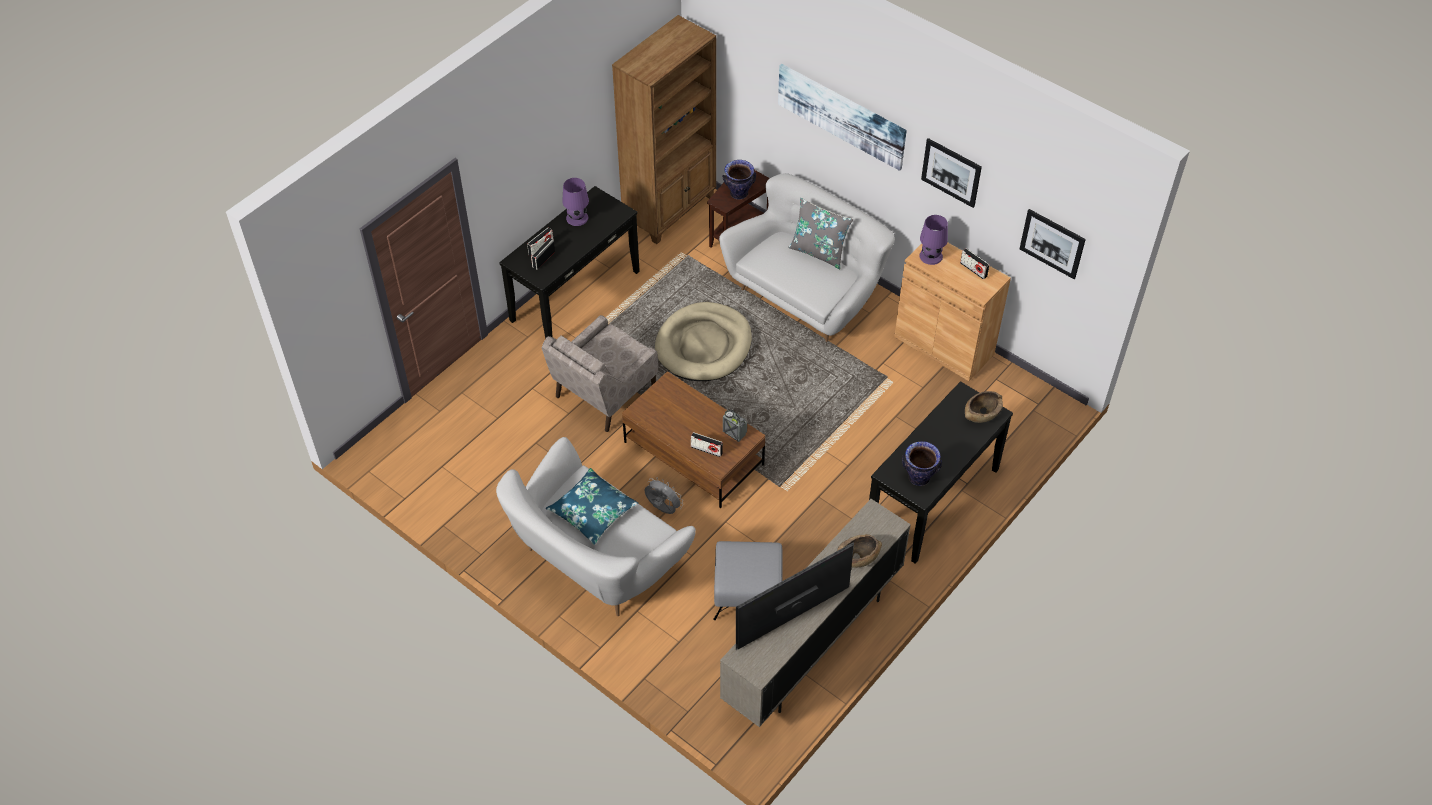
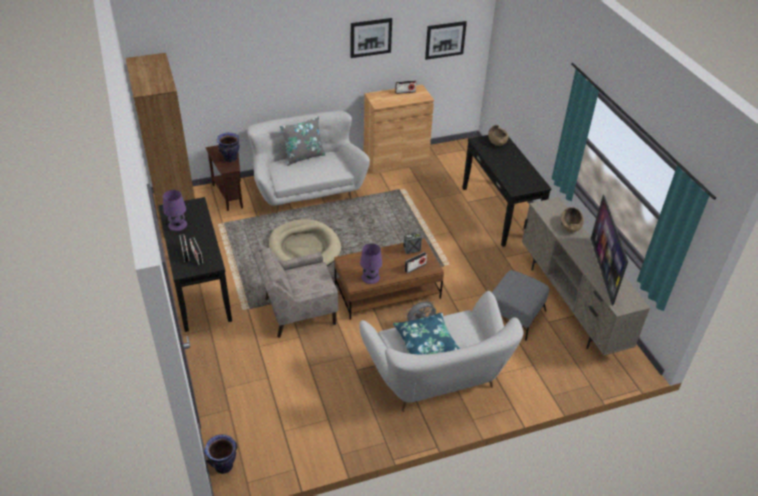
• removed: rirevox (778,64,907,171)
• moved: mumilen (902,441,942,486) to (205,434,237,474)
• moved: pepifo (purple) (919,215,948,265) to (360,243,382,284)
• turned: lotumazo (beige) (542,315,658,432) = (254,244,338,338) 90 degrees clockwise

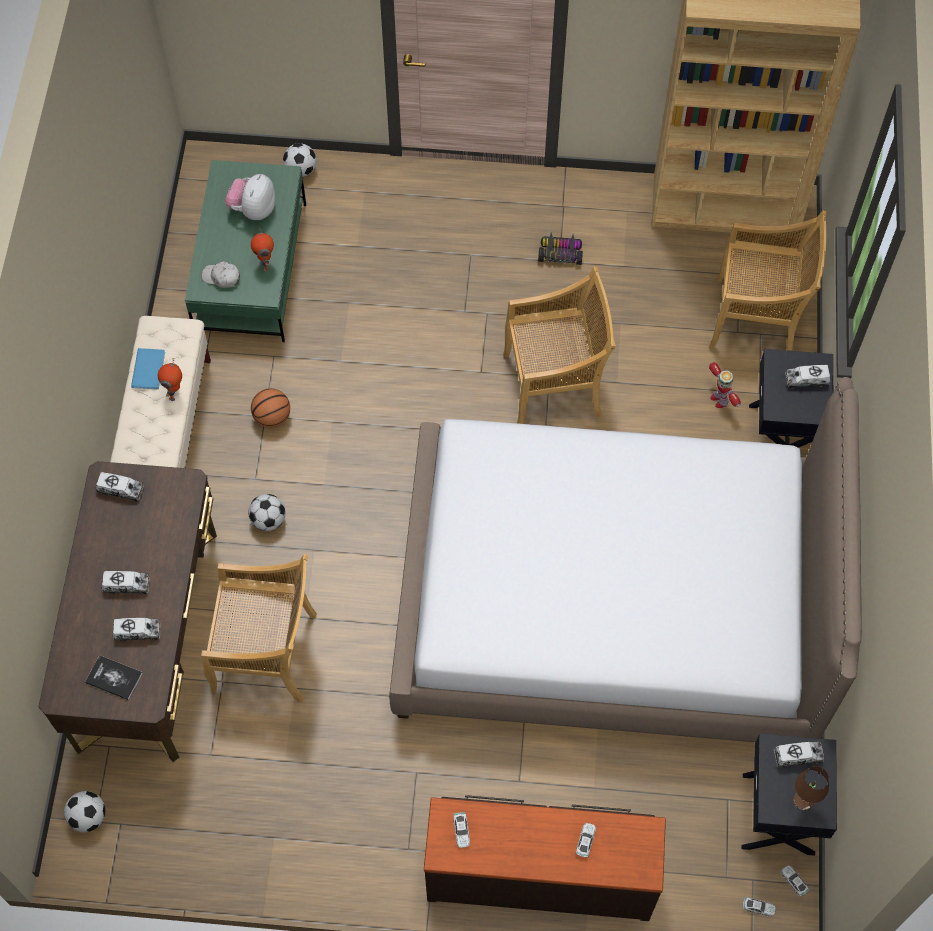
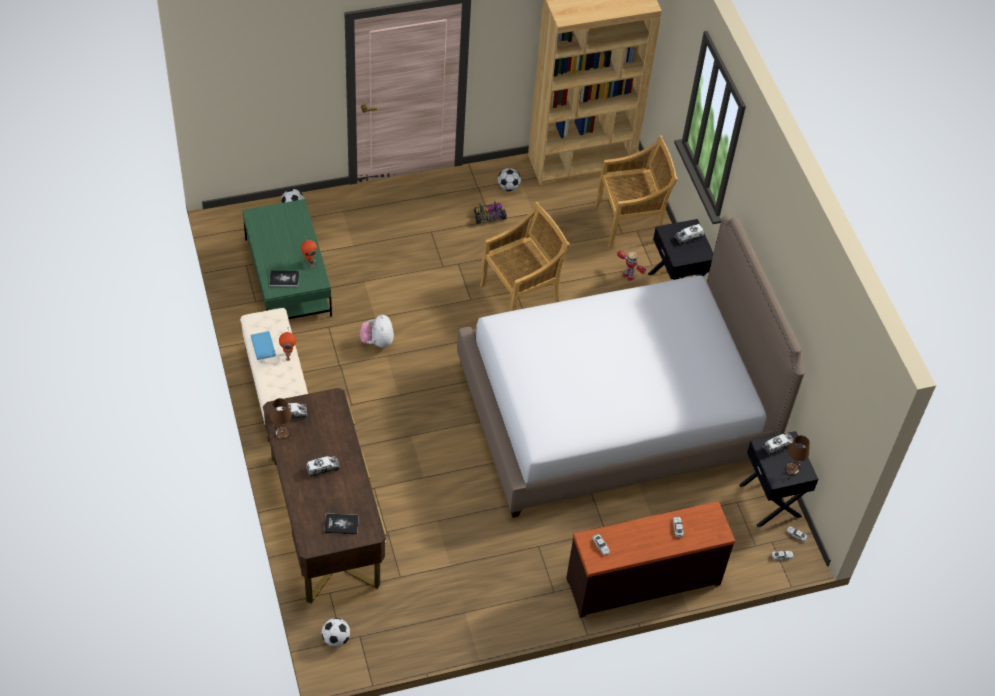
• removed: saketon (113,618,161,641)
• removed: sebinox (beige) (201,554,317,703)
• removed: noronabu (251,388,290,428)
• added: pepifo (brown) (270,398,292,439)
• moved: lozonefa (225,174,275,220) to (360,315,394,347)
• moved: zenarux (248,494,286,531) to (498,168,521,191)
• replaced: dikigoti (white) (202,261,240,288) to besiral (269,271,299,287)

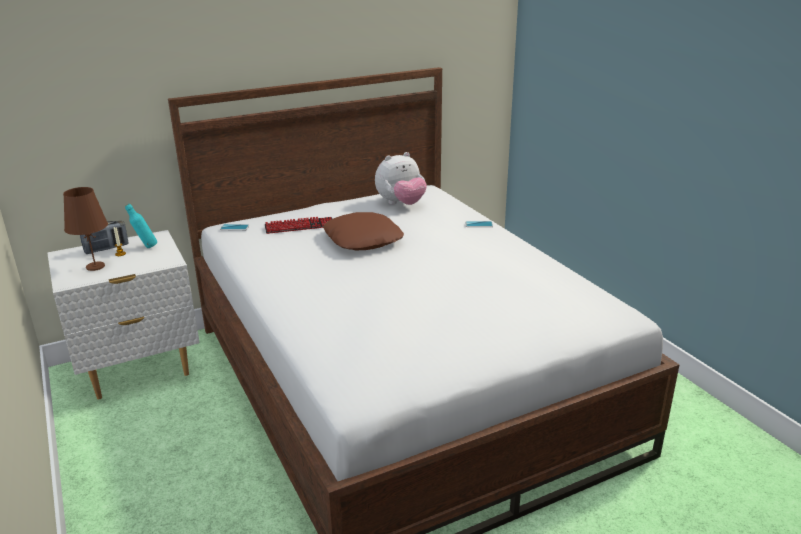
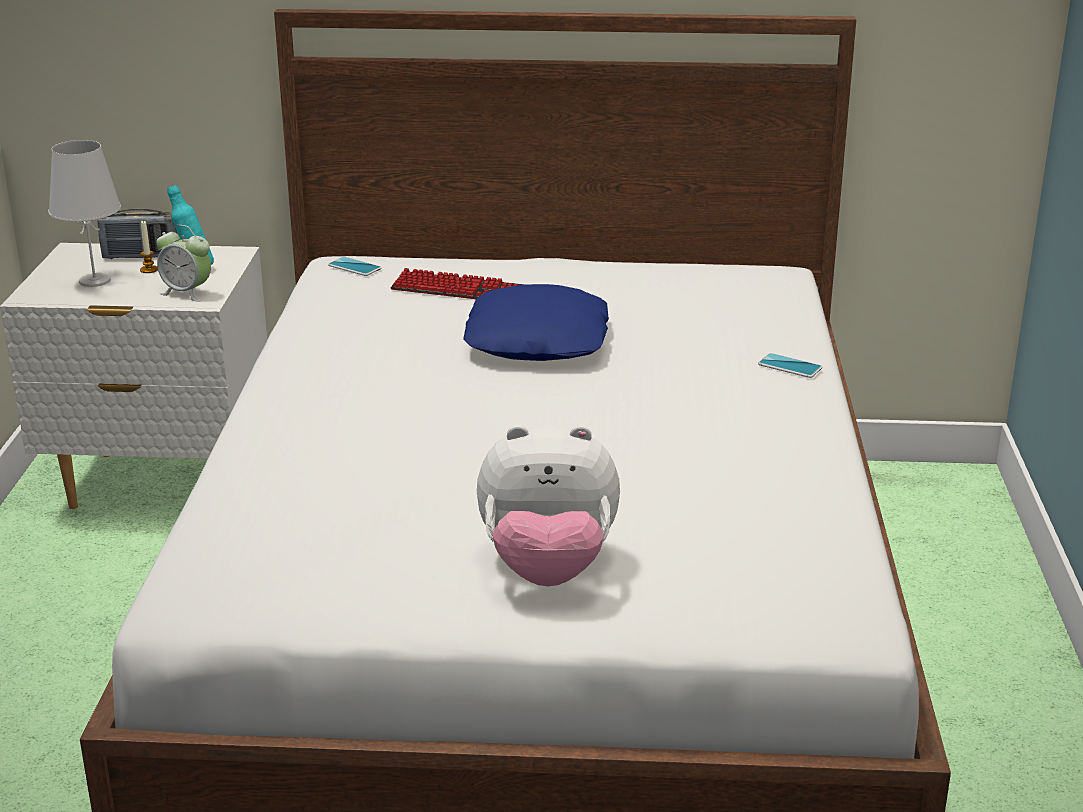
• added: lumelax (157,225,211,302)
• moved: lozonefa (375,152,427,205) to (477,425,620,586)
• recoloured: pepifo (brown) (63,187,108,271) to pepifo (white) (48,140,121,287)
• recoloured: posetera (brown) (323,212,404,250) to posetera (blue) (463,284,609,361)

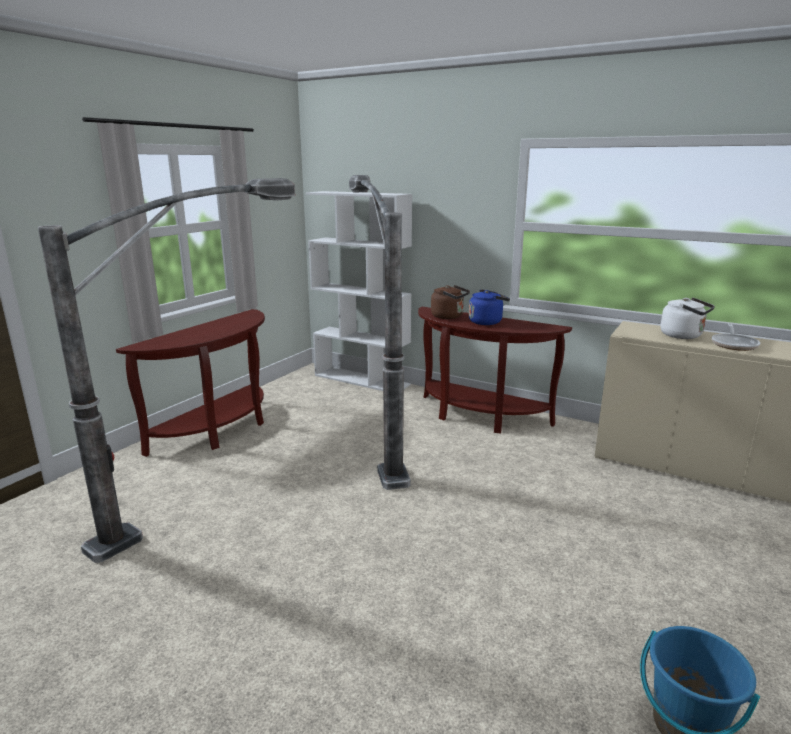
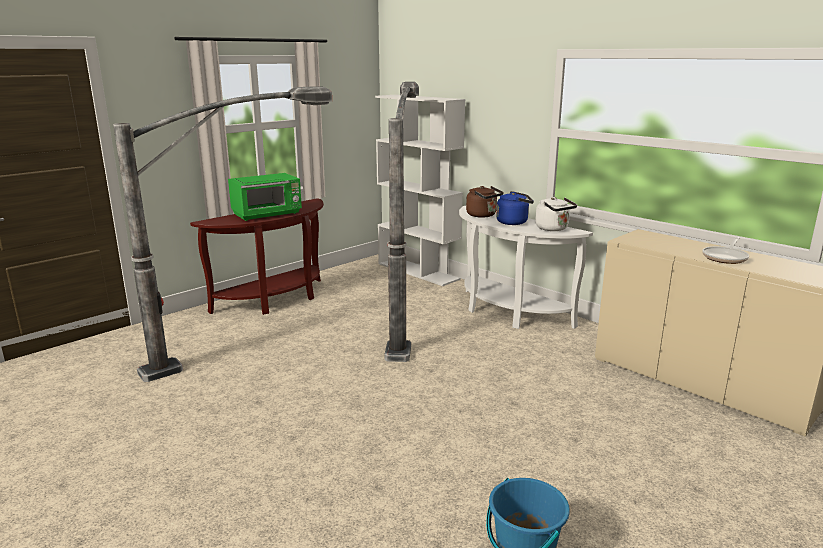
• added: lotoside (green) (228,173,302,221)
• moved: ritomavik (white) (660,298,715,339) to (535,197,577,231)
• recoloured: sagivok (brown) (418,307,572,433) to sagivok (white) (459,206,593,329)

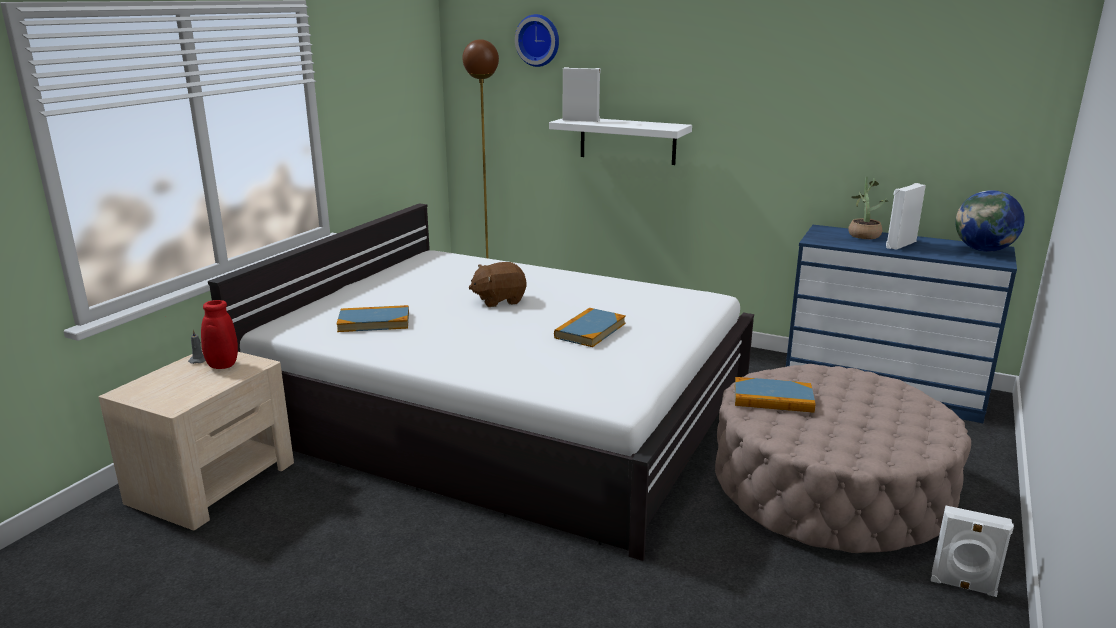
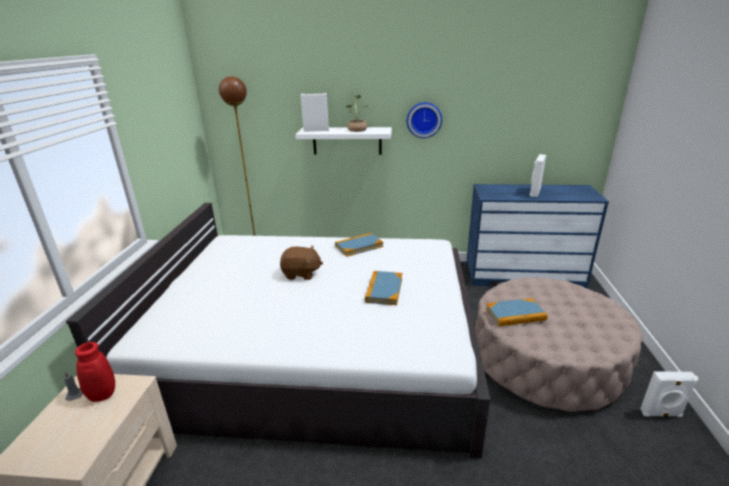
• removed: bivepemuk (955,190,1025,252)
• moved: besiral (337,305,409,332) to (335,233,383,257)
• moved: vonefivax (515,14,559,67) to (407,102,442,138)
• moved: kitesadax (848,177,889,239) to (346,92,368,132)
• turned: lozonefa (brown) (469,262,526,307) = (280,246,323,280) 135 degrees counterclockwise

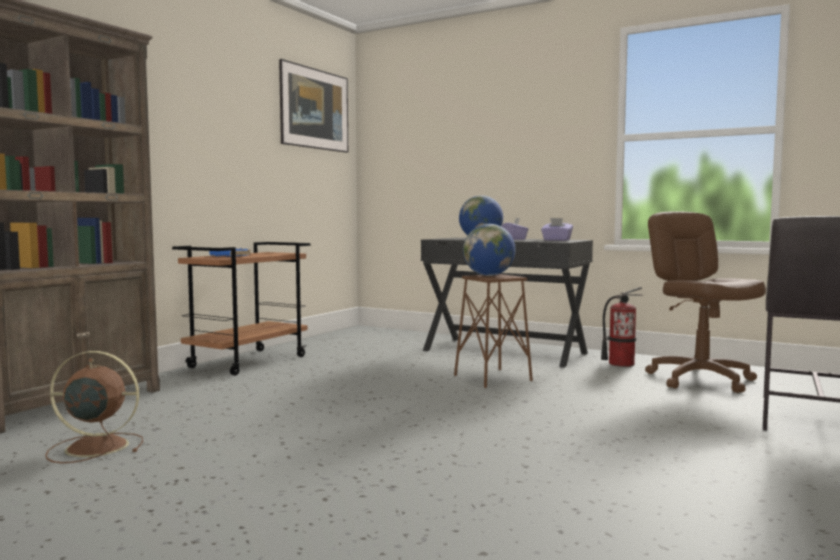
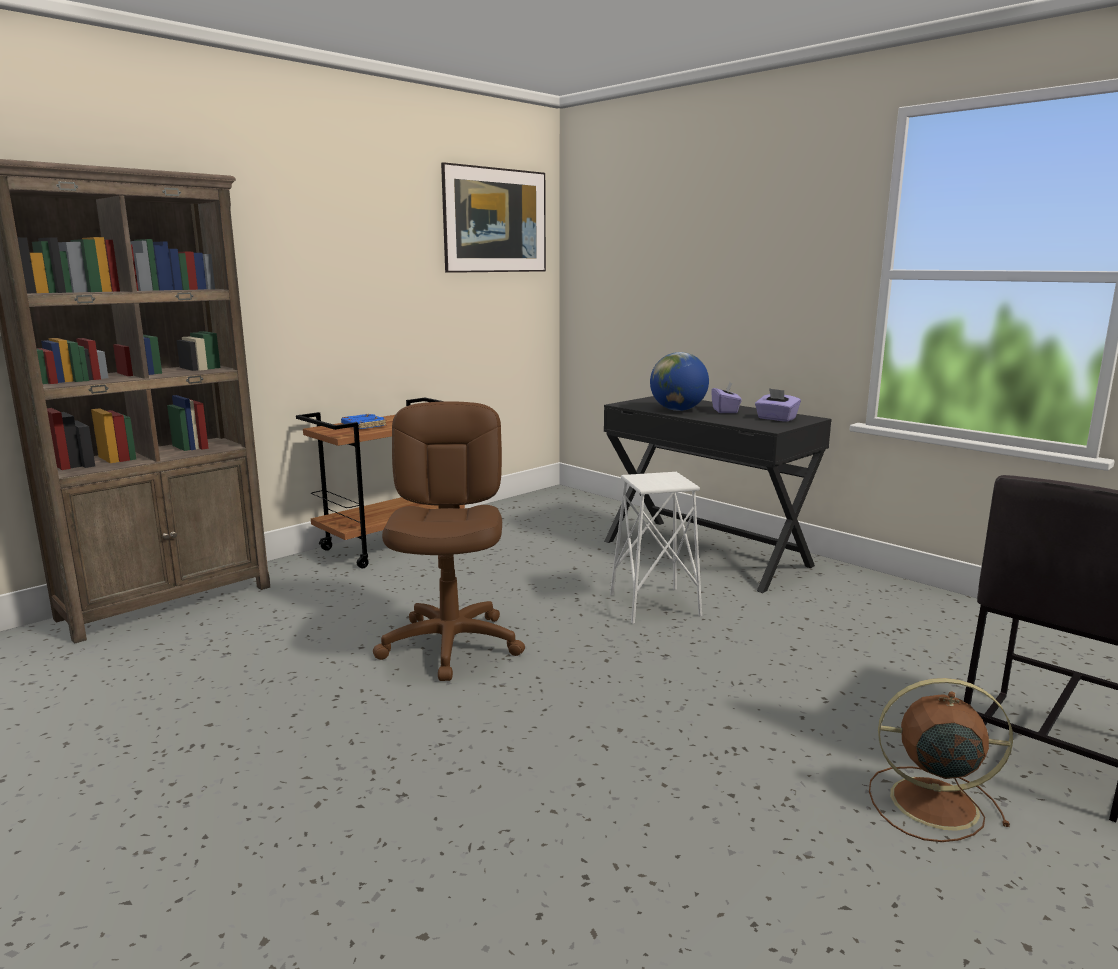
• removed: bivepemuk (463,224,515,276)
• removed: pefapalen (601,287,642,367)
• moved: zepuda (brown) (45,351,143,463) to (869,678,1013,842)
• moved: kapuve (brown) (645,211,766,393) to (373,401,525,681)
• recoloured: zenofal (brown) (454,274,533,388) to zenofal (white) (610,472,702,624)

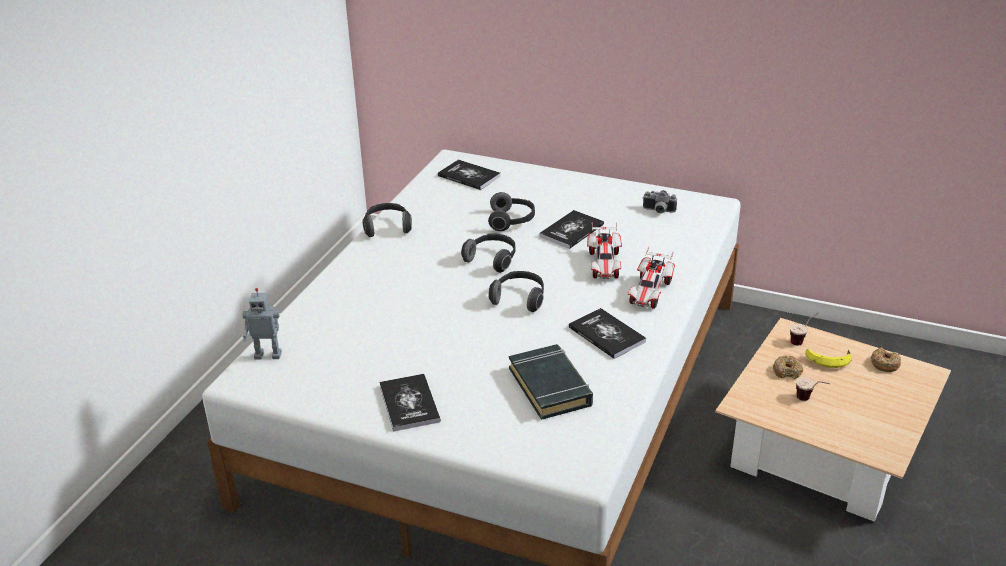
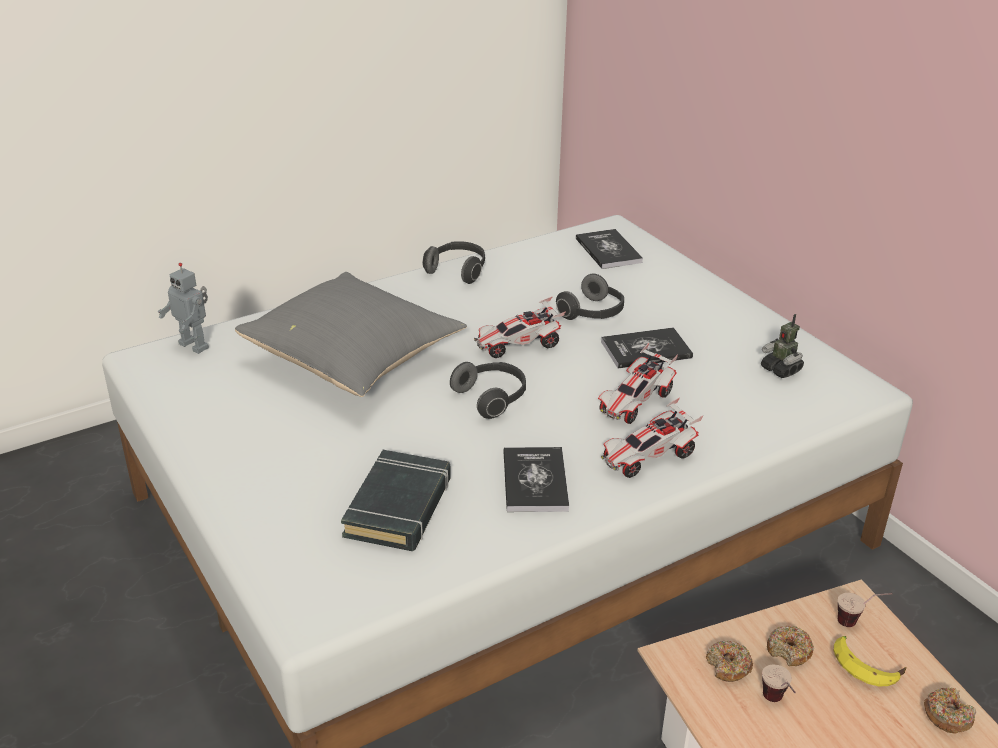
• removed: besiral (379,374,441,432)
• added: posetera (grey) (235,272,467,397)
• added: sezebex (706,641,753,682)
• replaced: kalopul (461,234,516,273) to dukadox (474,297,566,358)
• replaced: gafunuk (643,190,677,213) to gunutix (761,314,804,378)

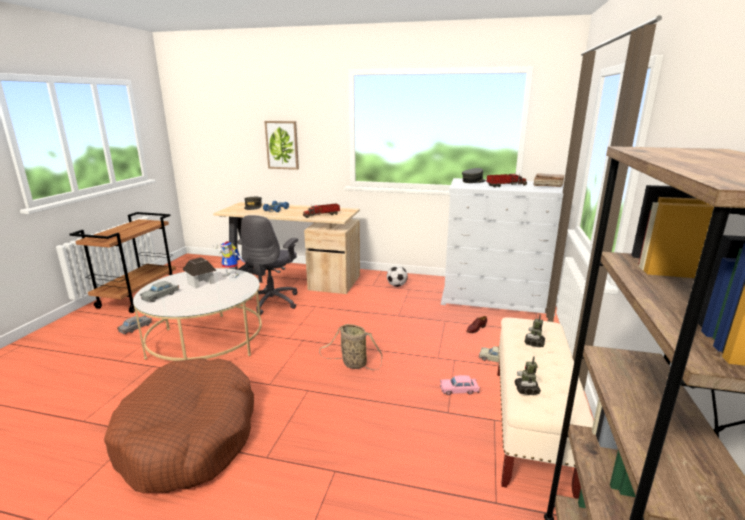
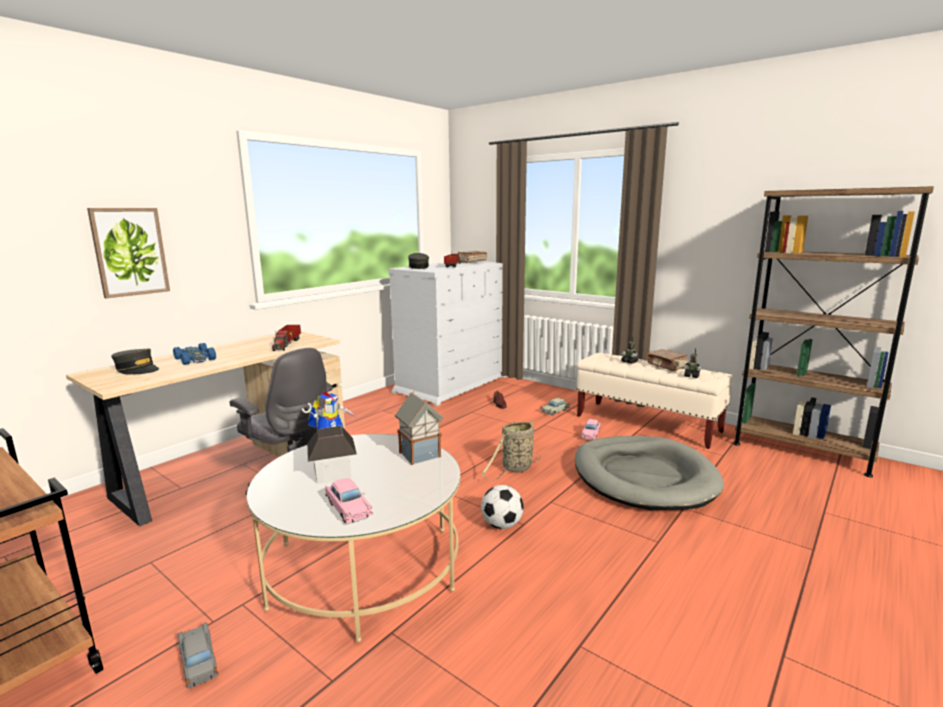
• removed: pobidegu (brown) (104,358,254,493)
• added: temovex (395,391,443,465)
• added: pobidegu (grey) (575,436,724,510)
• added: besiral (brown) (646,349,688,371)
• moved: zenarux (387,266,408,287) to (481,485,524,529)
• recoloured: dukadox (grey) (140,281,179,302) to dukadox (pink) (325,478,373,523)

